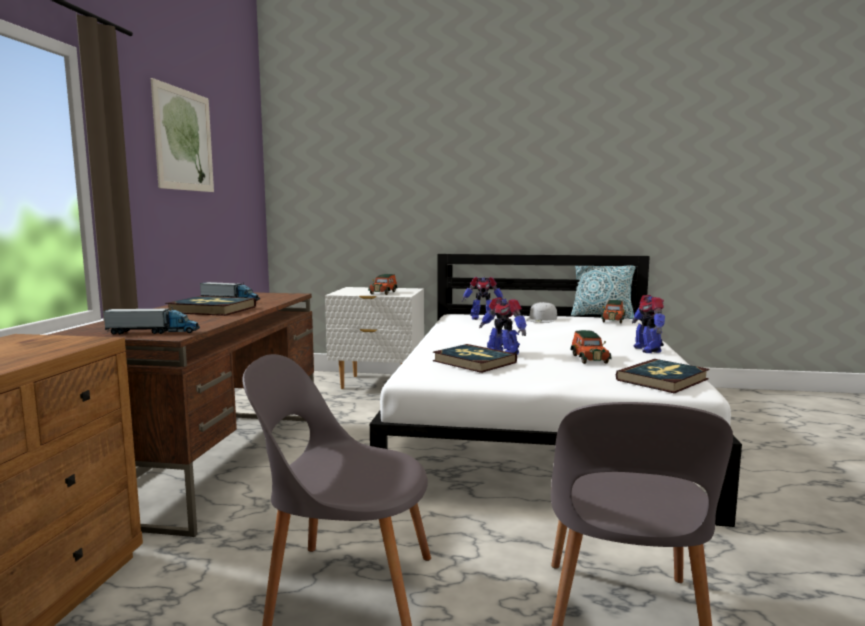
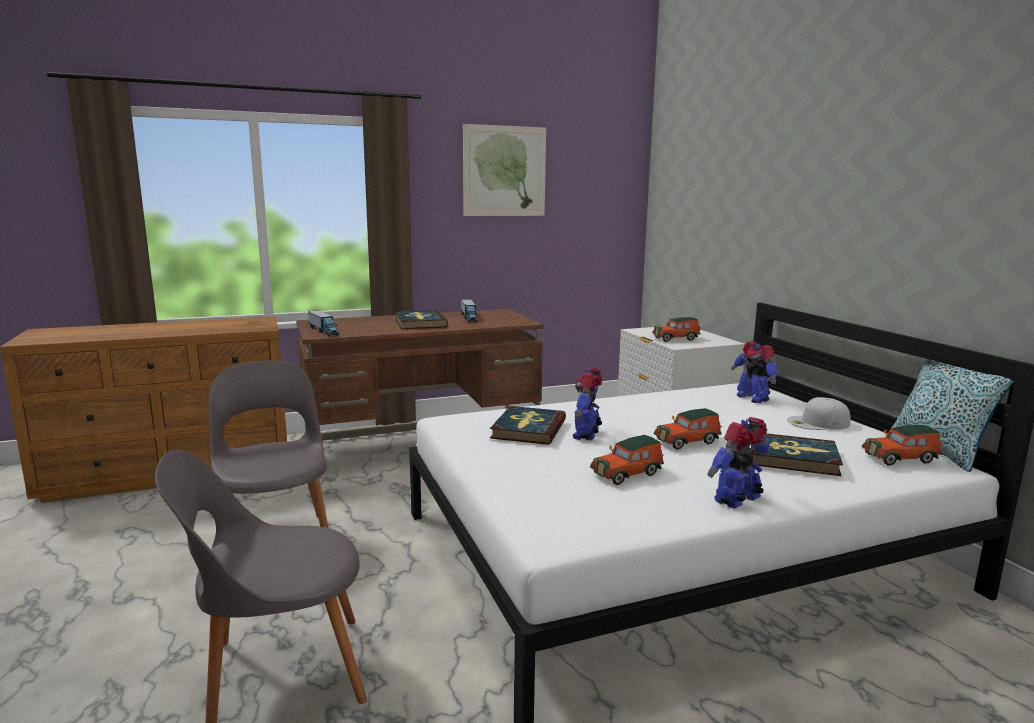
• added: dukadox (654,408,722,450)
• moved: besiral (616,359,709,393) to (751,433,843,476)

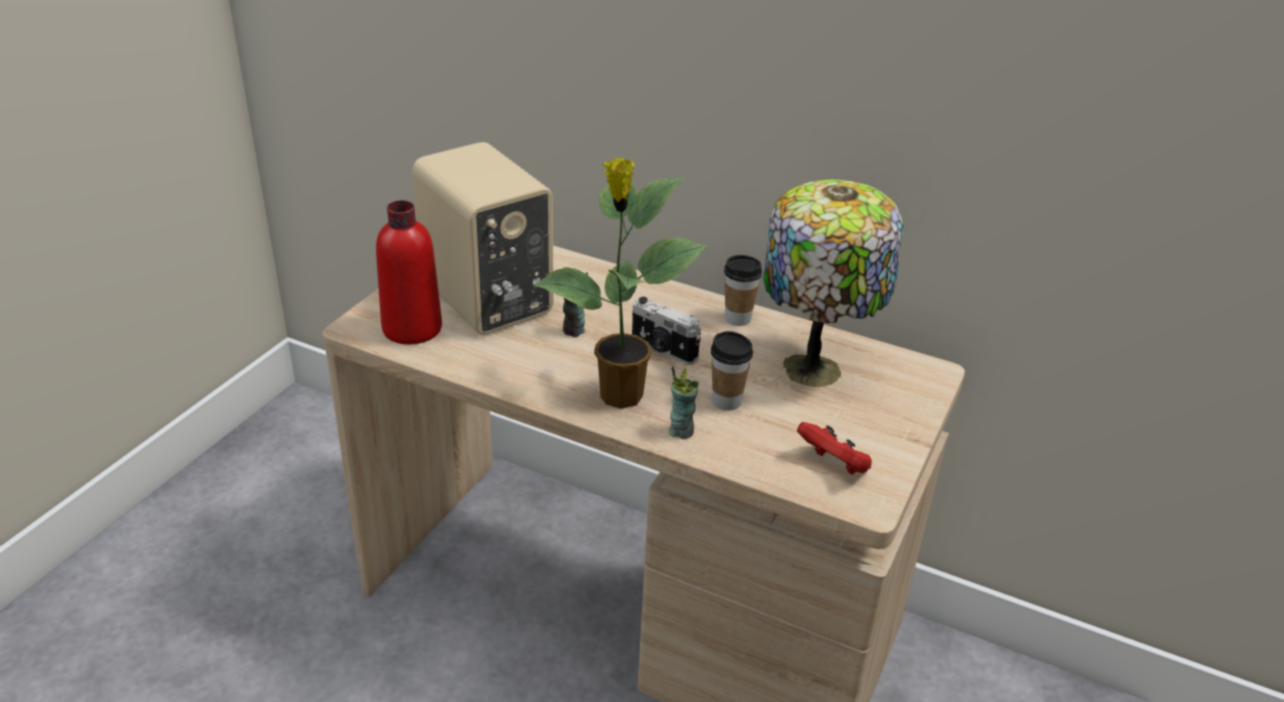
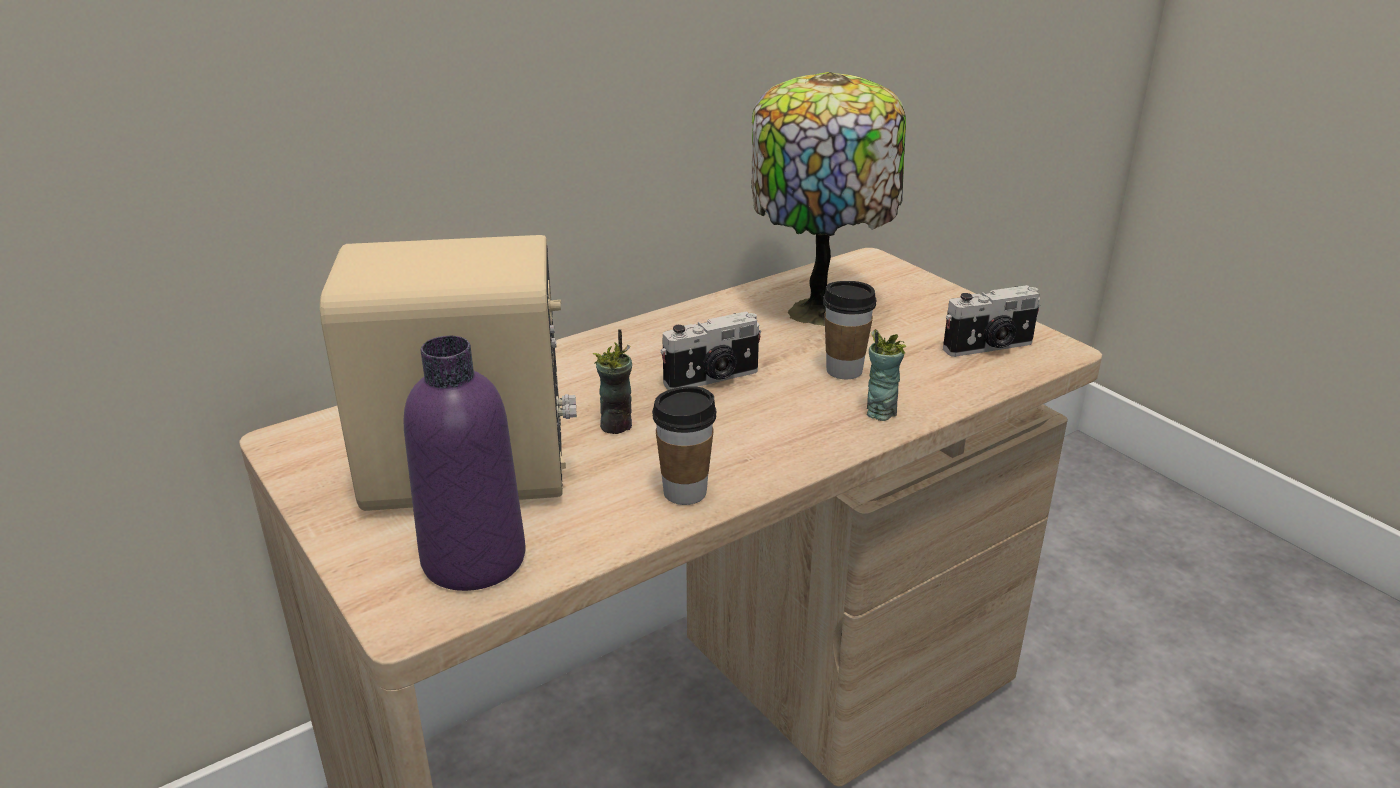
• removed: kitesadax (533,157,707,409)
• moved: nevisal (724,255,762,326) to (652,386,717,505)
• replaced: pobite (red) (797,422,872,475) to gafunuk (943,285,1040,357)
• recoloured: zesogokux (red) (376,200,442,344) to zesogokux (purple) (404,336,526,591)

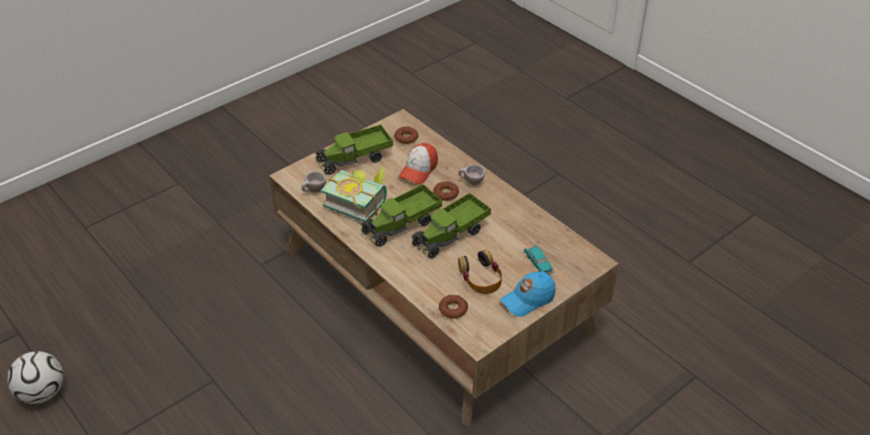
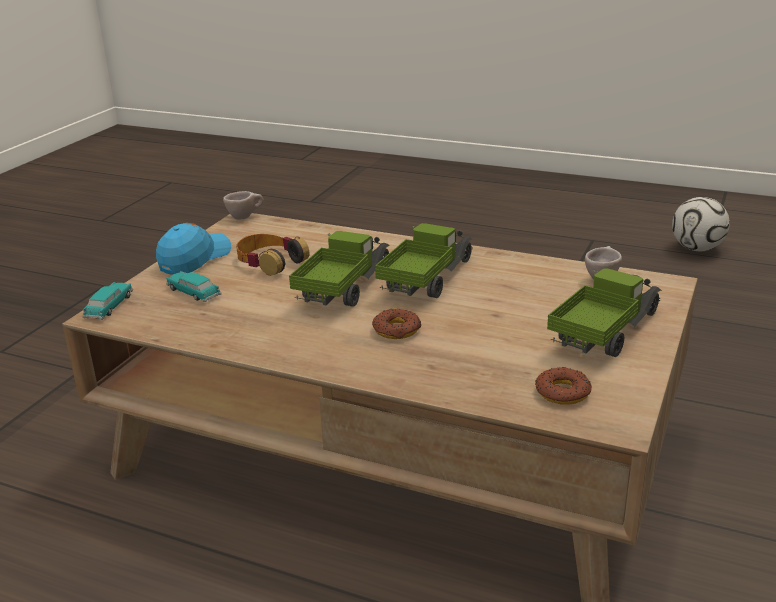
• removed: besiral (321,166,387,222)
• removed: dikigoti (399,143,438,184)
• removed: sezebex (439,295,468,318)
• added: dukadox (83,282,133,320)
• moved: nevisal (beige) (458,164,485,185) to (223,191,264,220)

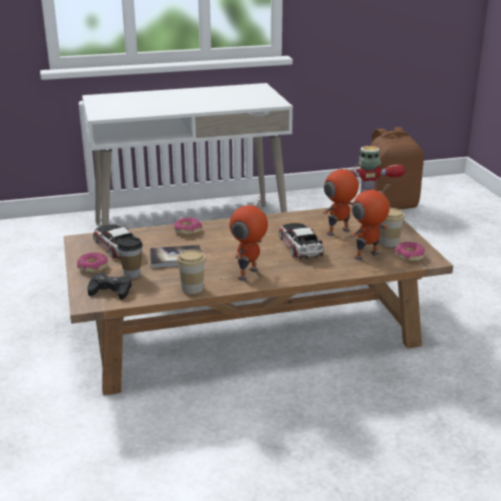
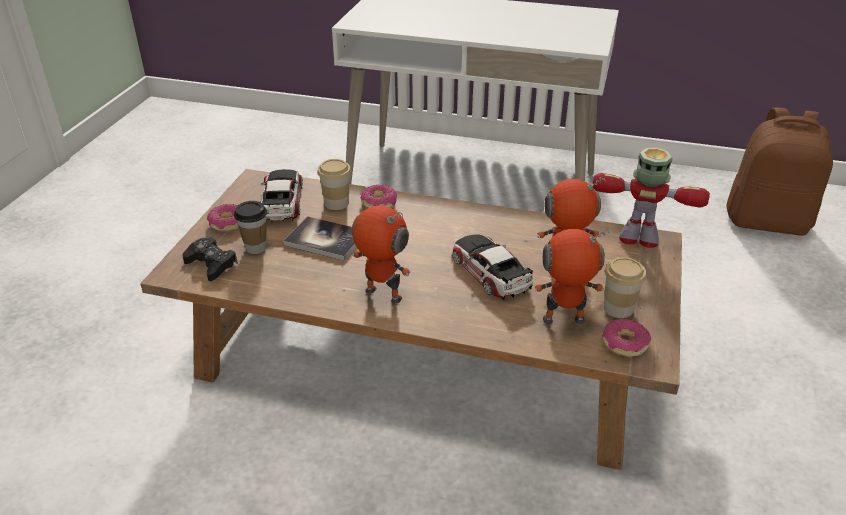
• moved: nevisal (177,249,206,294) to (317,159,351,210)
• turned: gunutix (230,196,268,281) = (352,206,411,304) 60 degrees clockwise
• turned: dukadox (279,223,324,260) = (452,234,533,300) 45 degrees counterclockwise

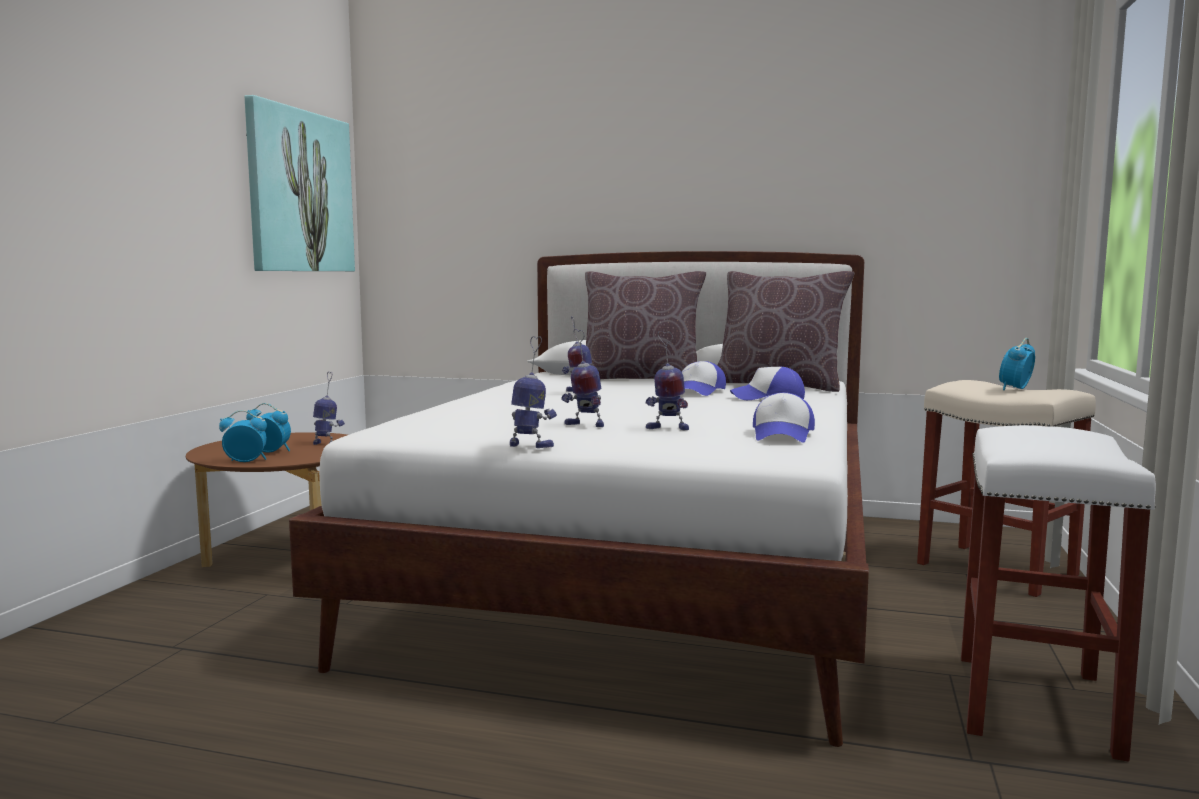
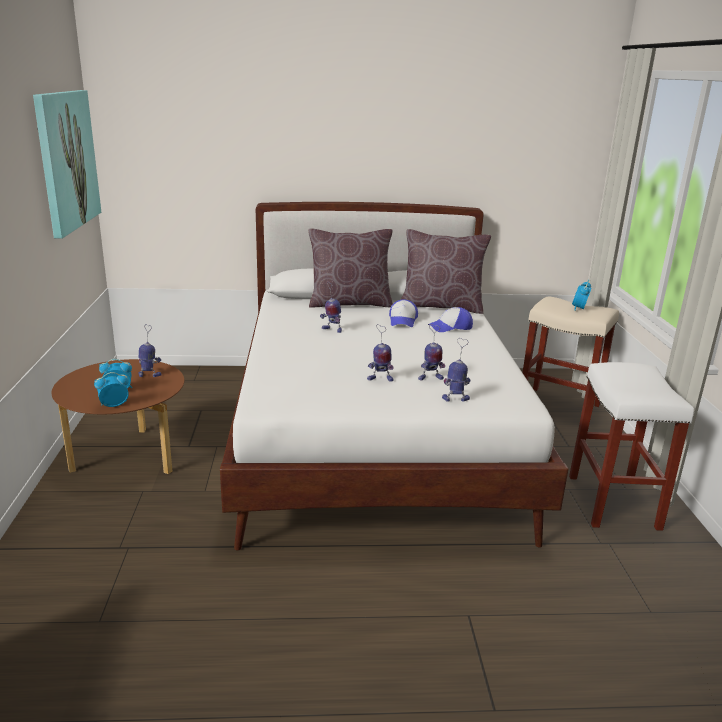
• removed: dikigoti (753,393,815,443)
• moved: gunutix (510,336,557,448) to (442,338,470,402)

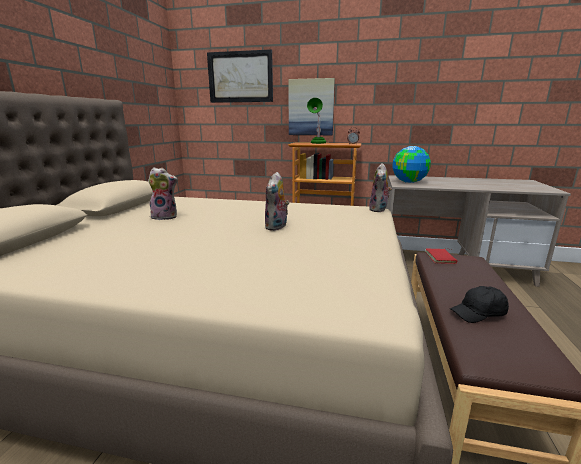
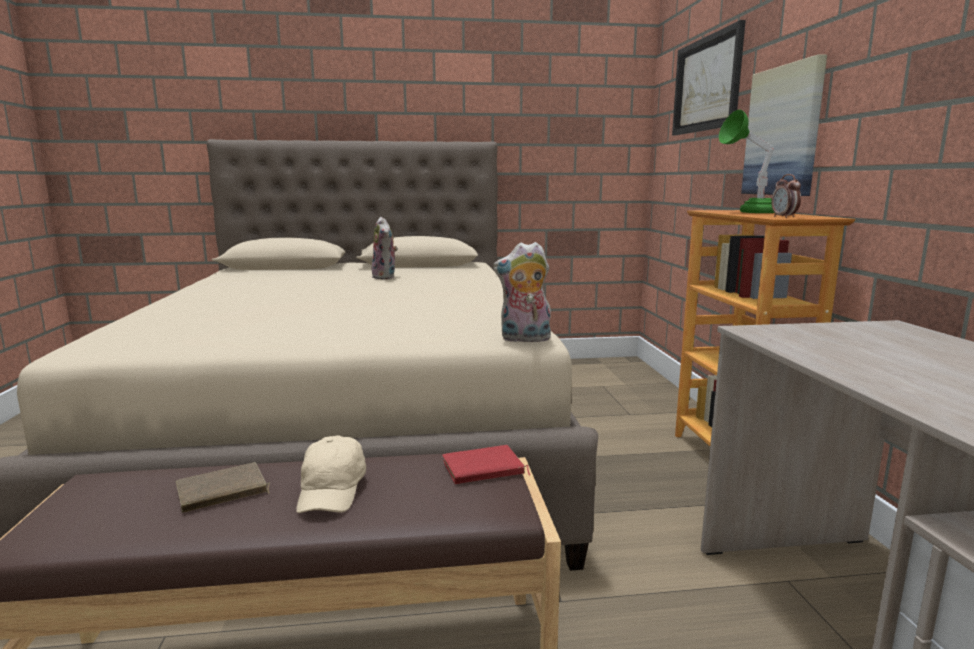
• removed: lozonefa (265,172,289,231)
• removed: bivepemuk (392,146,431,183)
• added: dikigoti (beige) (296,435,366,513)
• replaced: dikigoti (black) (450,286,509,323) to besiral (brown) (176,462,270,513)

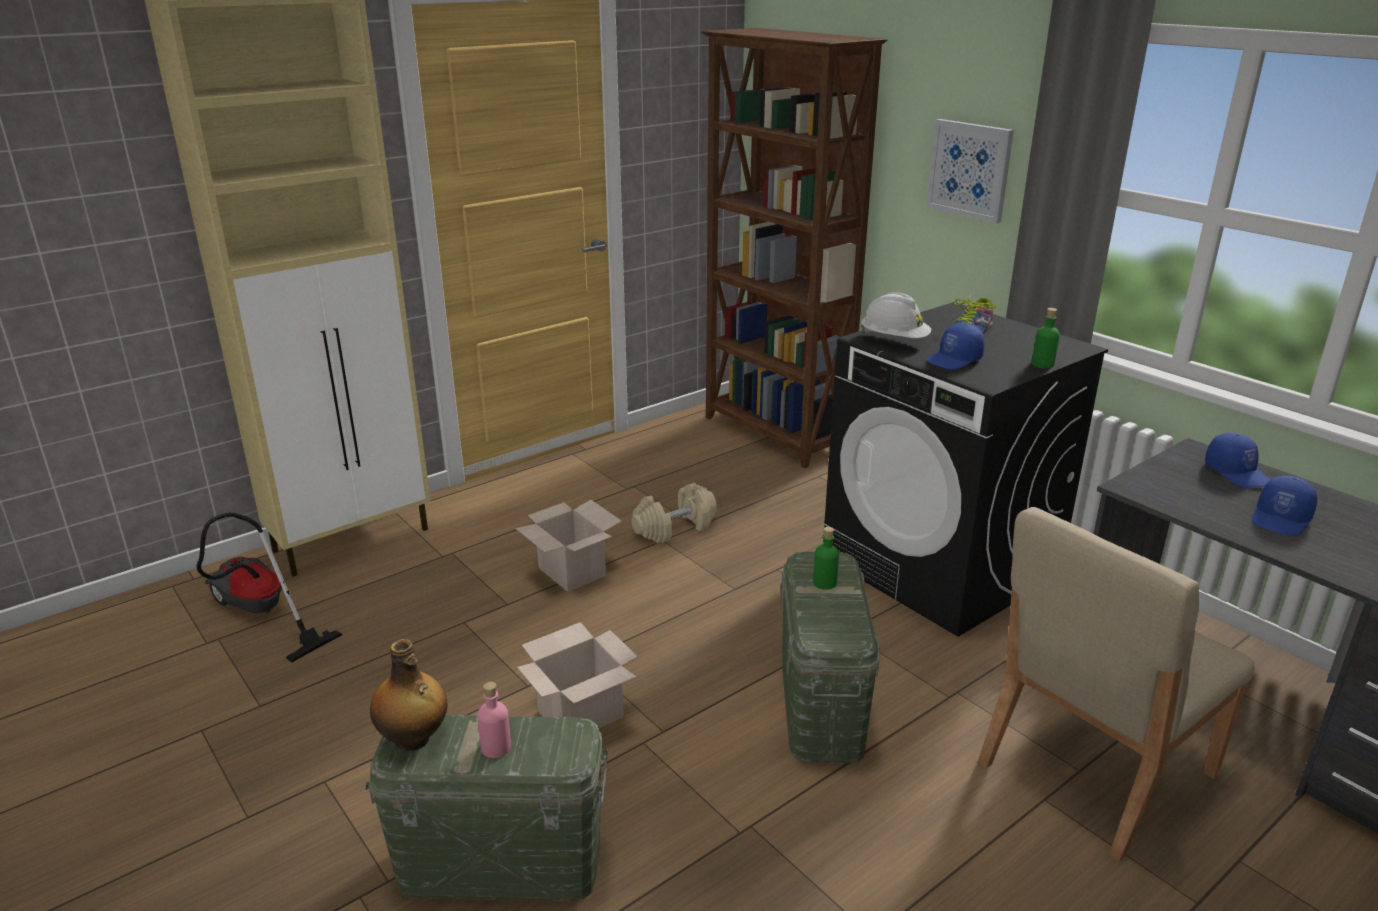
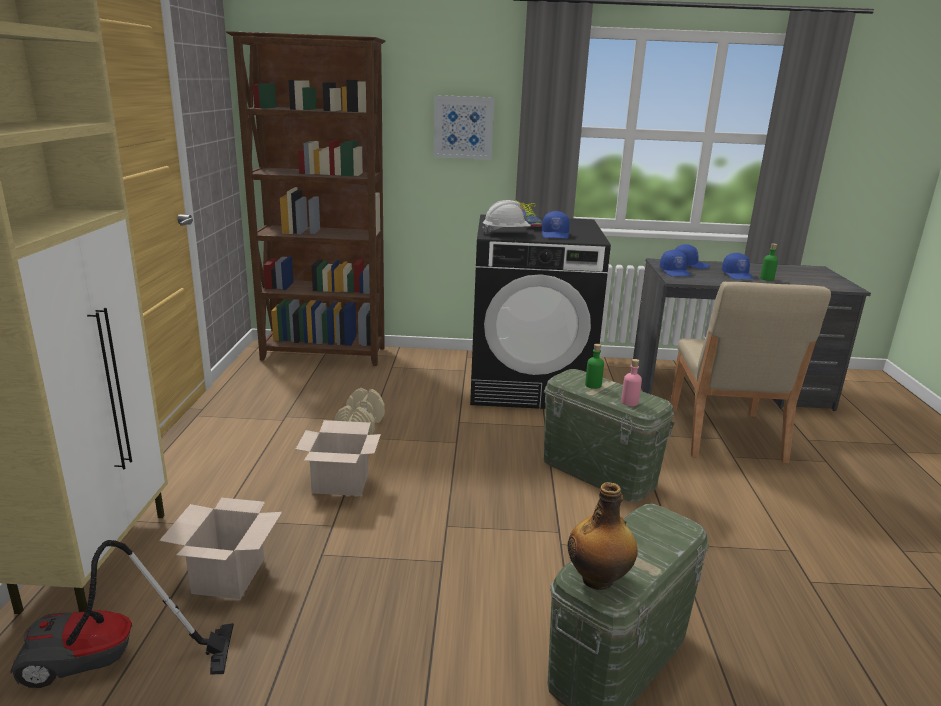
• added: dikigoti (blue) (660,250,691,276)
• moved: zesogokux (pink) (477,682,511,758) to (621,359,642,406)
• moved: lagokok (517,622,637,728) to (159,498,282,599)
• moved: zesogokux (green) (1032,308,1060,369) to (760,243,778,281)

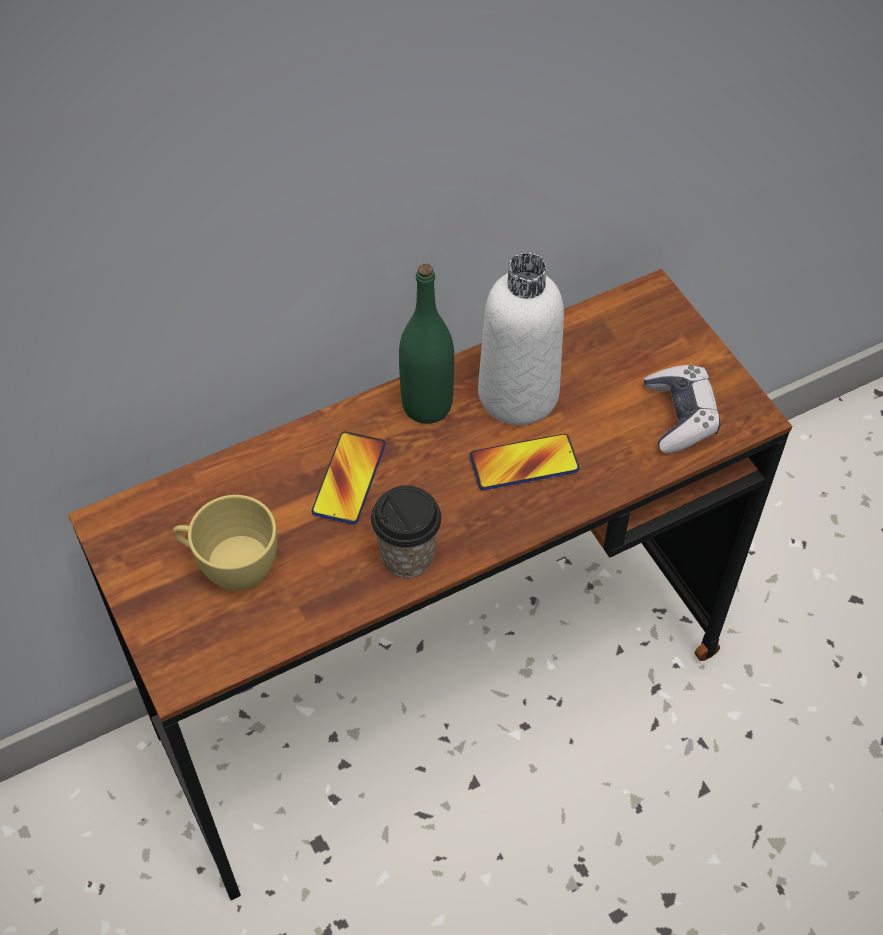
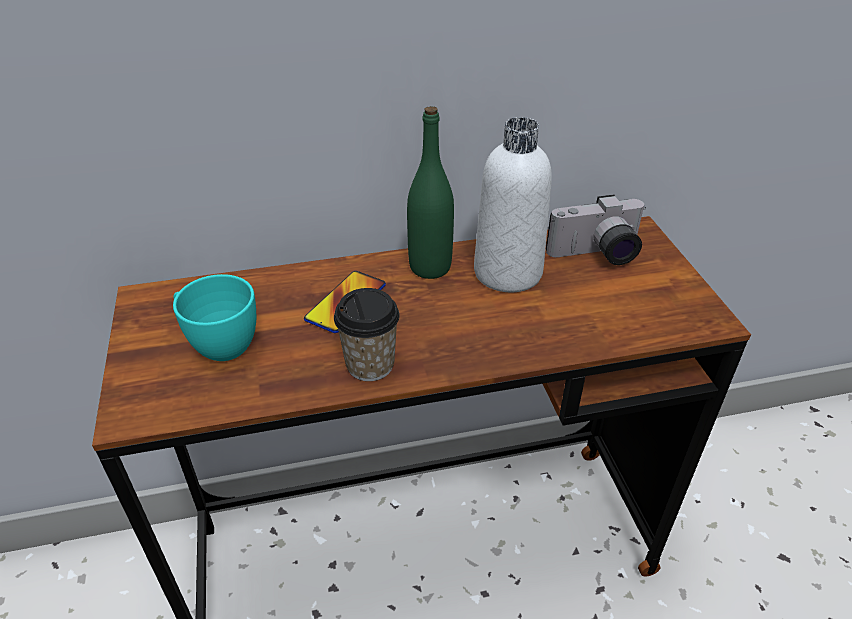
• removed: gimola (469,434,579,490)
• removed: pobite (644,365,721,453)
• added: gafunuk (546,195,646,265)
• recoloured: nevisal (yellow) (173,495,277,591) to nevisal (turquoise) (173,274,256,361)

